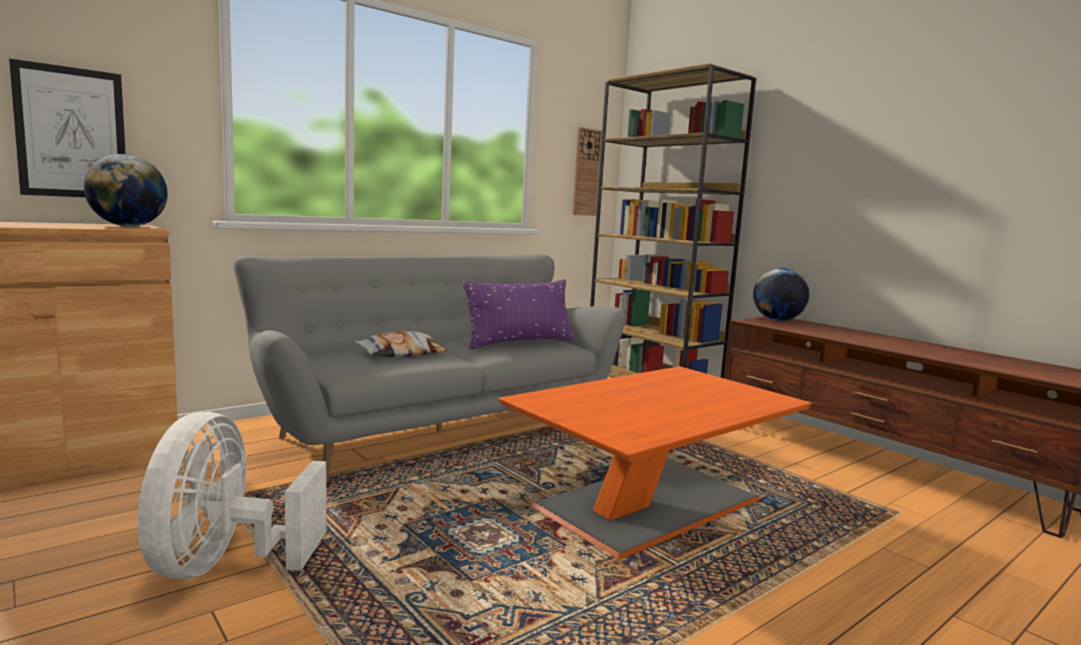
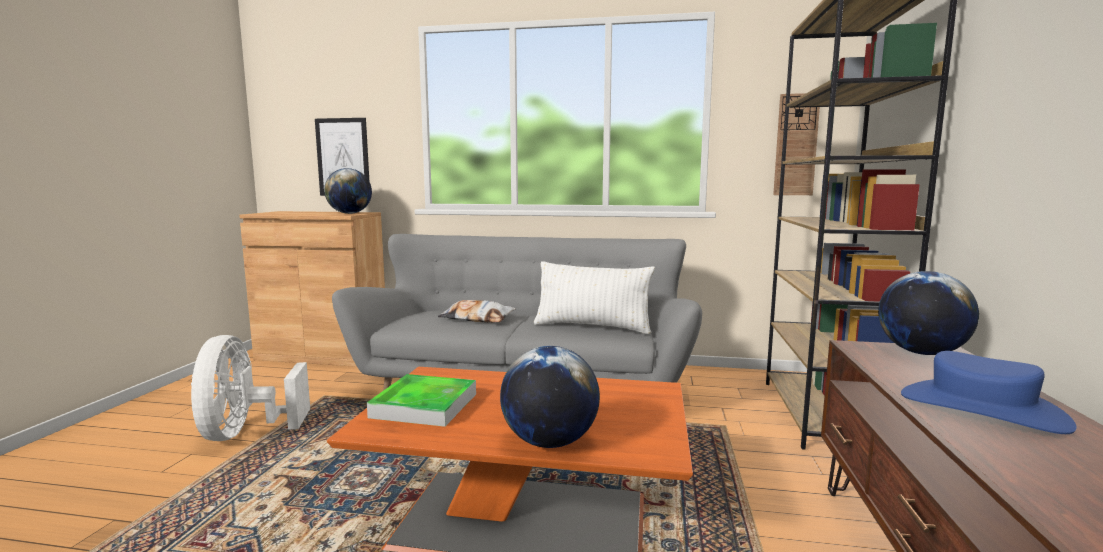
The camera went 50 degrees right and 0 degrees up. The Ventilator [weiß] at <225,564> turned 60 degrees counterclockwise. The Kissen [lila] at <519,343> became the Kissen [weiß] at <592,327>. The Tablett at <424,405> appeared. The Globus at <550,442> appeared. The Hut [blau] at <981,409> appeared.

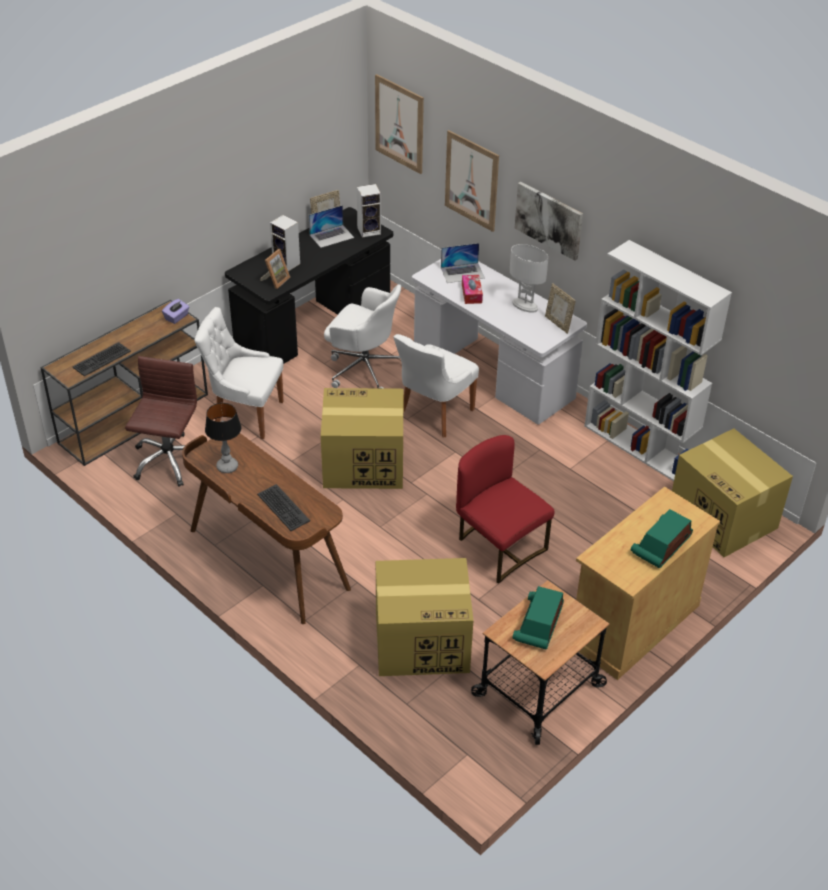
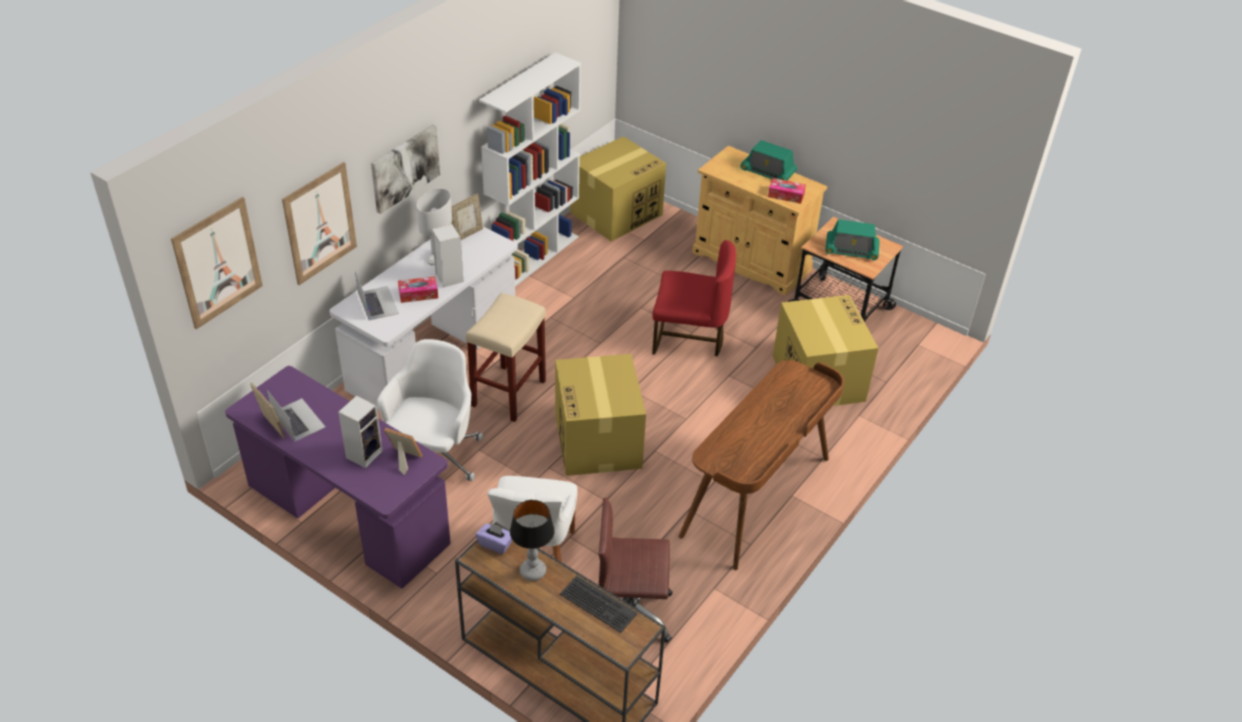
The camera went 100 degrees left and 0 degrees up. The Tischlampe moved from <227,466> to <532,572>. The Schreibtisch [schwarz] at <313,325> became the Schreibtisch [lila] at <348,516>. The Tastatur at <283,508> disappeared. The Lautsprecher moved from <369,230> to <448,277>. The Stuhl [weiß] at <433,414> was replaced by the Hocker [beige] at <508,394>. The Stuhl [rot] at <499,547> turned 120 degrees counterclockwise. The Taschentuchbox at <786,195> appeared.

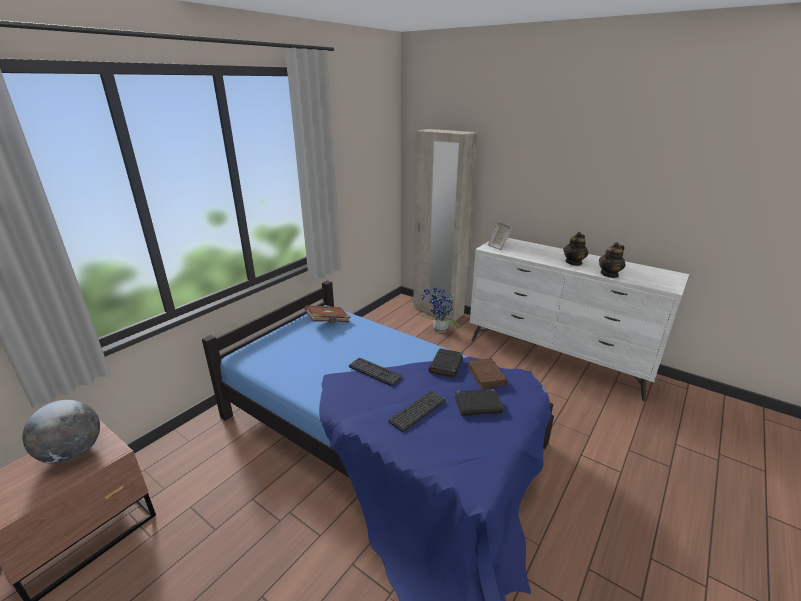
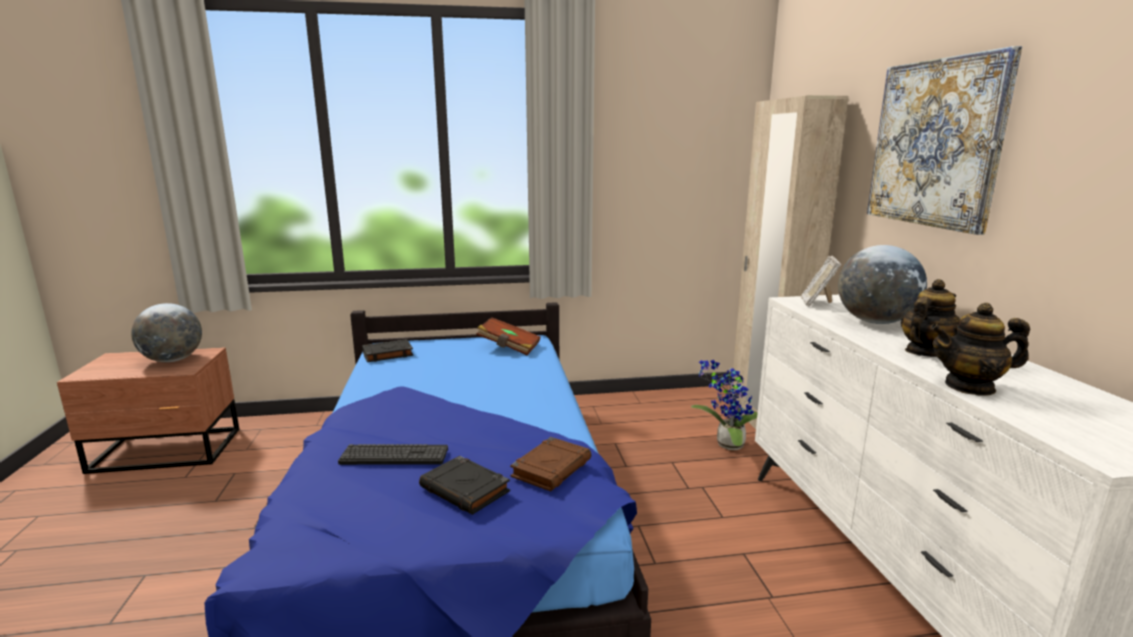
The camera went 45 degrees right and 10 degrees down. The Tastatur at <375,372> disappeared. The Buch [schwarz] moved from <446,365> to <387,354>. The Teekanne at <574,262> turned 150 degrees clockwise. The Globus at <875,322> appeared. The Bild at <936,143> appeared.

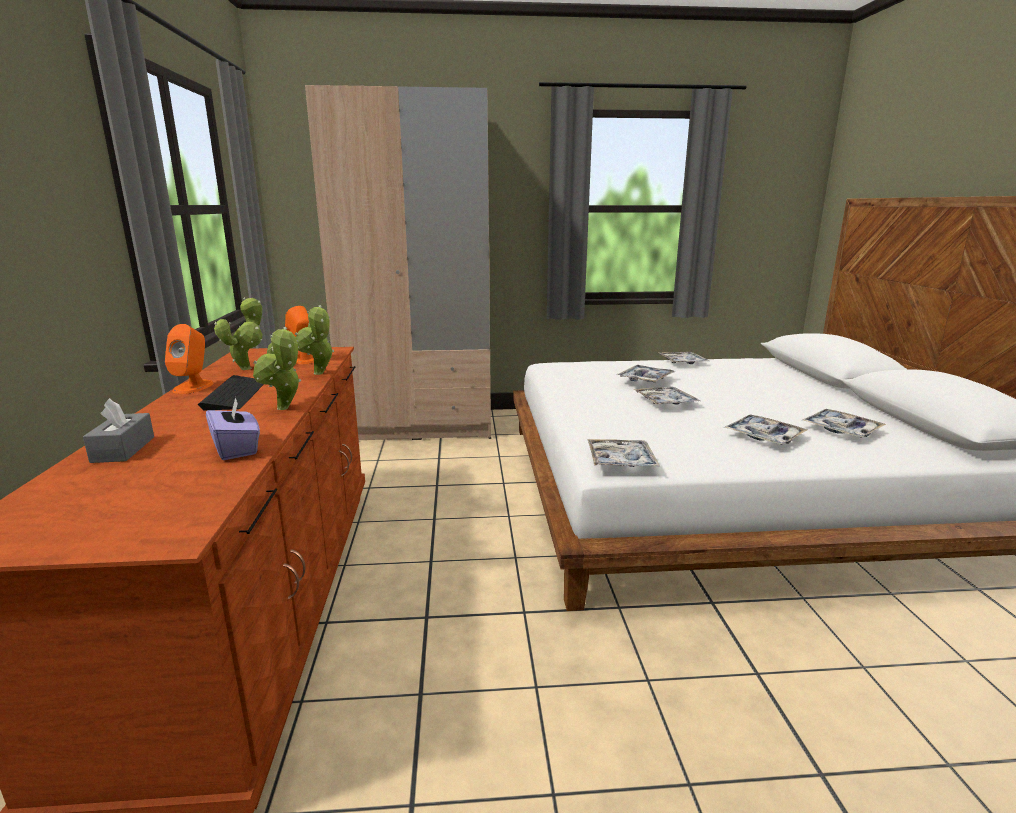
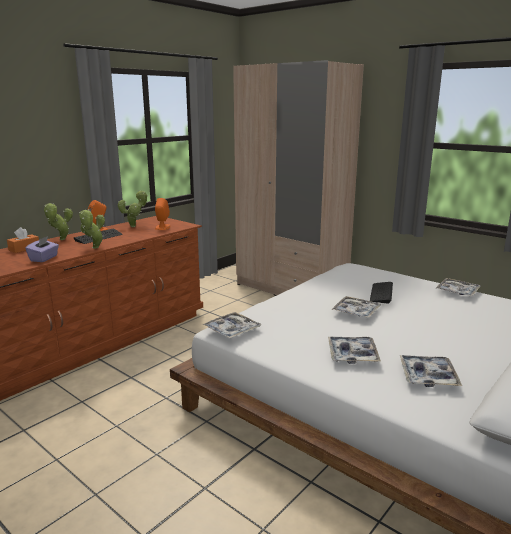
The camera went 45 degrees right and 0 degrees up. The Taschentuchbox [grau] at <123,449> became the Taschentuchbox [orange] at <24,248>. The Topfpflanze moved from <320,374> to <61,240>. The Tablett at <645,379> was replaced by the Tastatur at <381,293>.

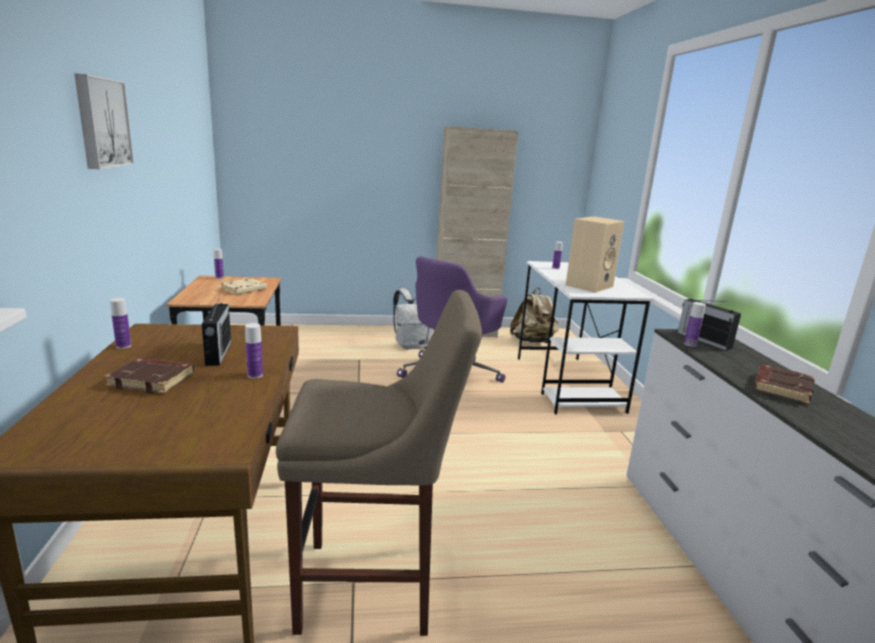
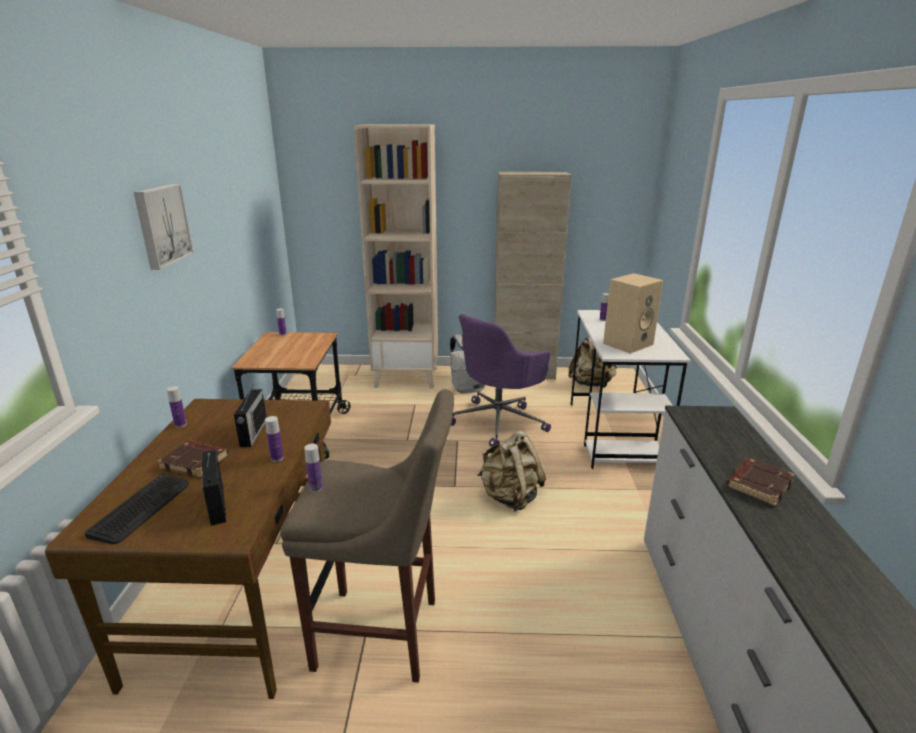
The camera went 10 degrees right and 5 degrees up. The Buch [beige] at <244,289> disappeared. The Radio moved from <703,340> to <217,503>. The Flasche moved from <690,344> to <316,488>. The Tastatur at <142,508> appeared. The Bücherregal [beige] at <407,377> appeared. The Rucksack [beige] at <510,497> appeared.

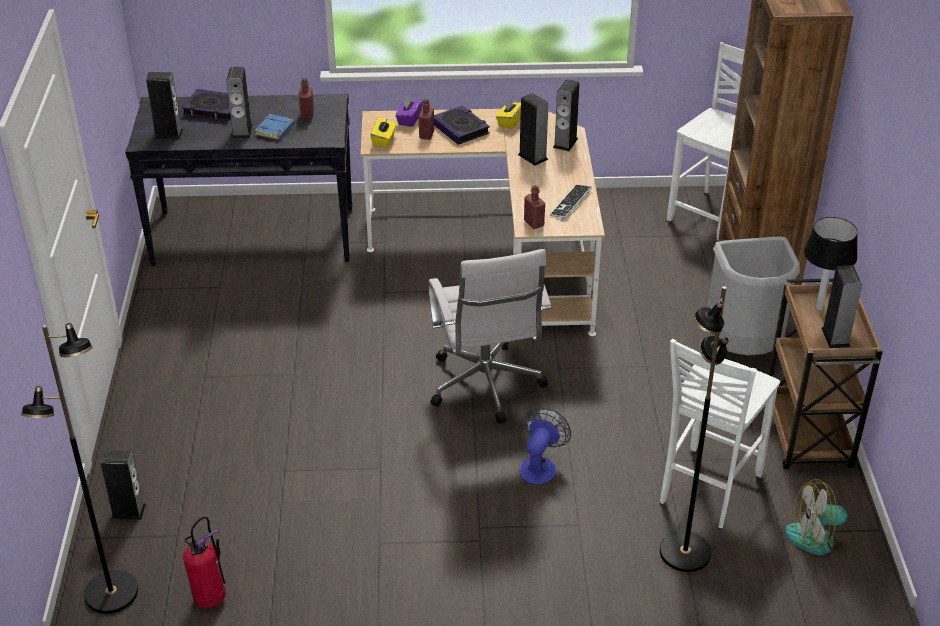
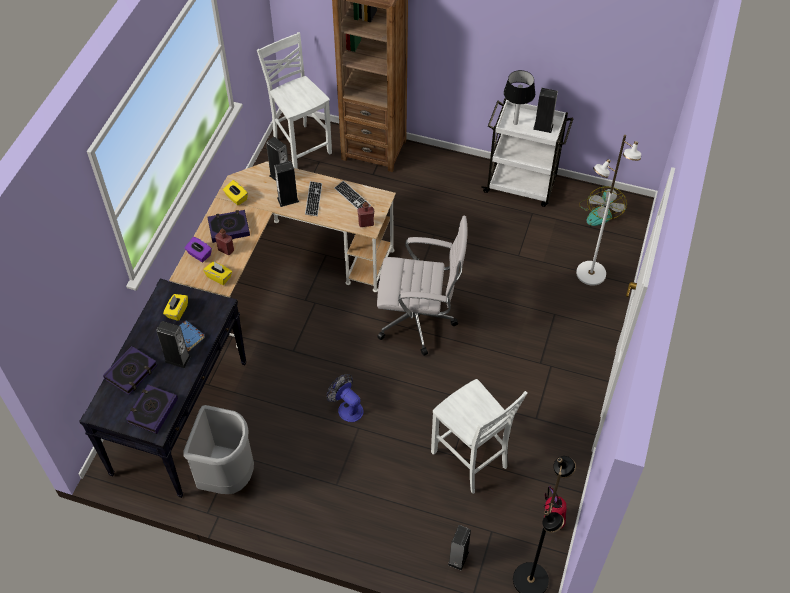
The camera went 70 degrees left and 15 degrees up. The Lautsprecher at <168,134> was replaced by the Buch at <152,410>. The Flasche [rot] at <307,115> was replaced by the Taschentuchbox [gelb] at <177,311>. The Ventilator moved from <540,465> to <347,408>. The Stehlampe [schwarz] at <683,552> became the Stehlampe [weiß] at <590,274>. The Stuhl [weiß] moved from <707,489> to <470,460>. The Mülleimer [grau] moved from <744,348> to <228,476>. The Rollwagen [braun] at <807,435> became the Rollwagen [weiß] at <521,185>. The Tastatur at <313,199> appeared.

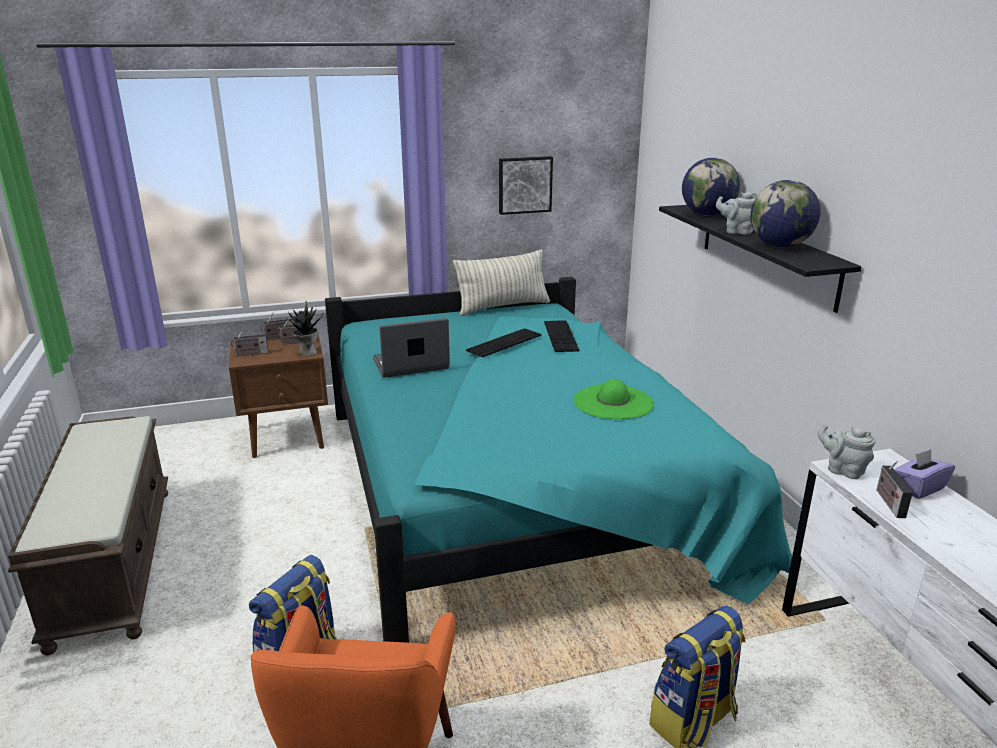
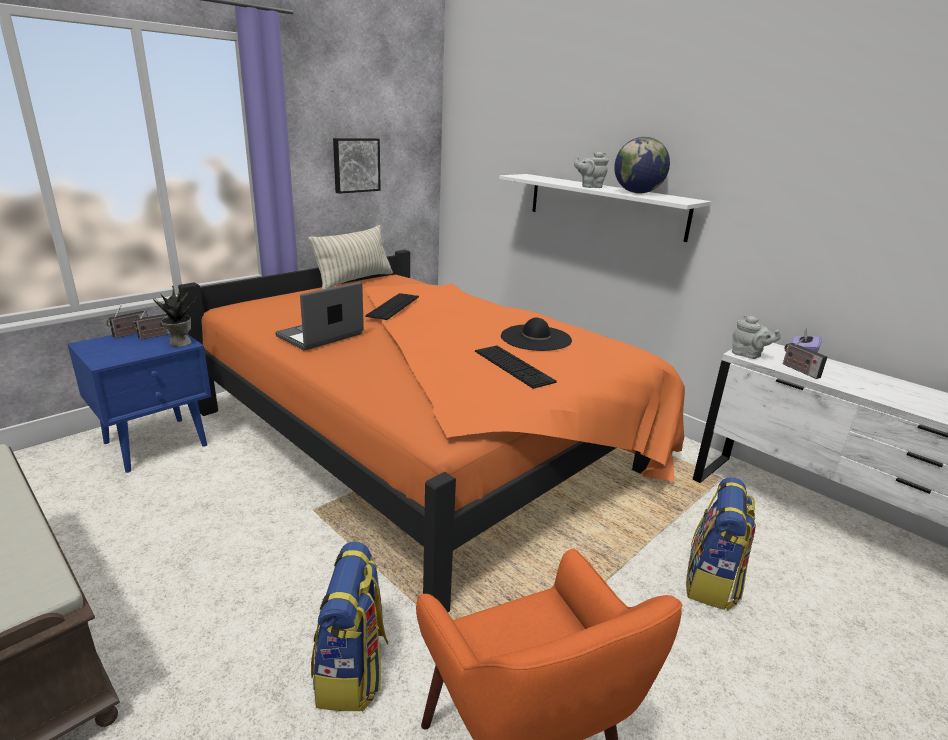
The camera went 30 degrees left and 0 degrees up. The Nachttisch [braun] at <288,438> became the Nachttisch [blau] at <157,443>. The Radio at <250,354> disappeared. The Bett [türkis] at <519,488> became the Bett [orange] at <431,439>. The Tastatur moved from <560,336> to <513,366>. The Hut [grün] at <613,402> became the Hut [schwarz] at <536,338>. The Wandregal [schwarz] at <766,253> became the Wandregal [weiß] at <605,205>. The Globus at <707,215> disappeared. The Teekanne [grau] at <842,470> turned 150 degrees counterclockwise.

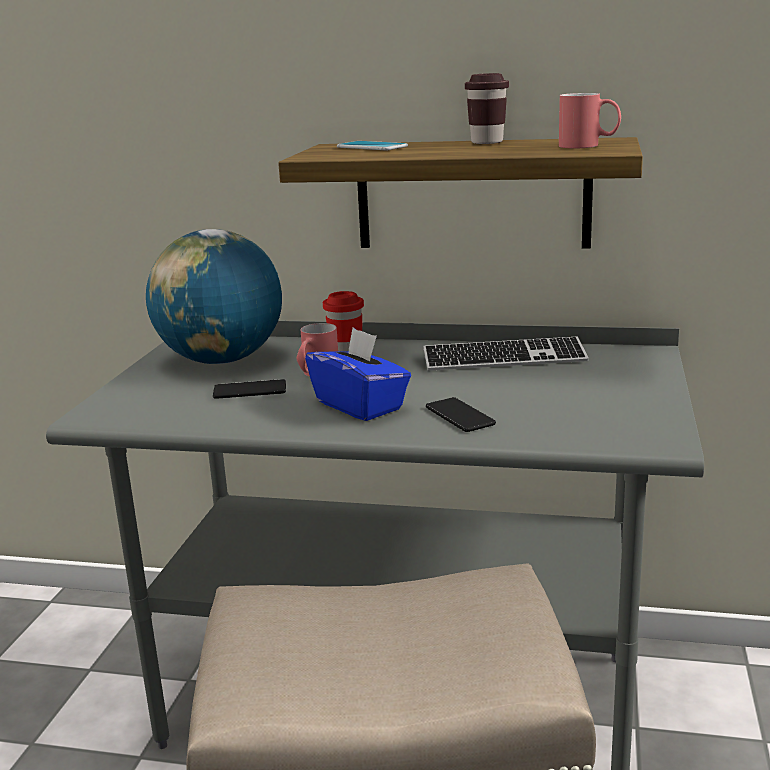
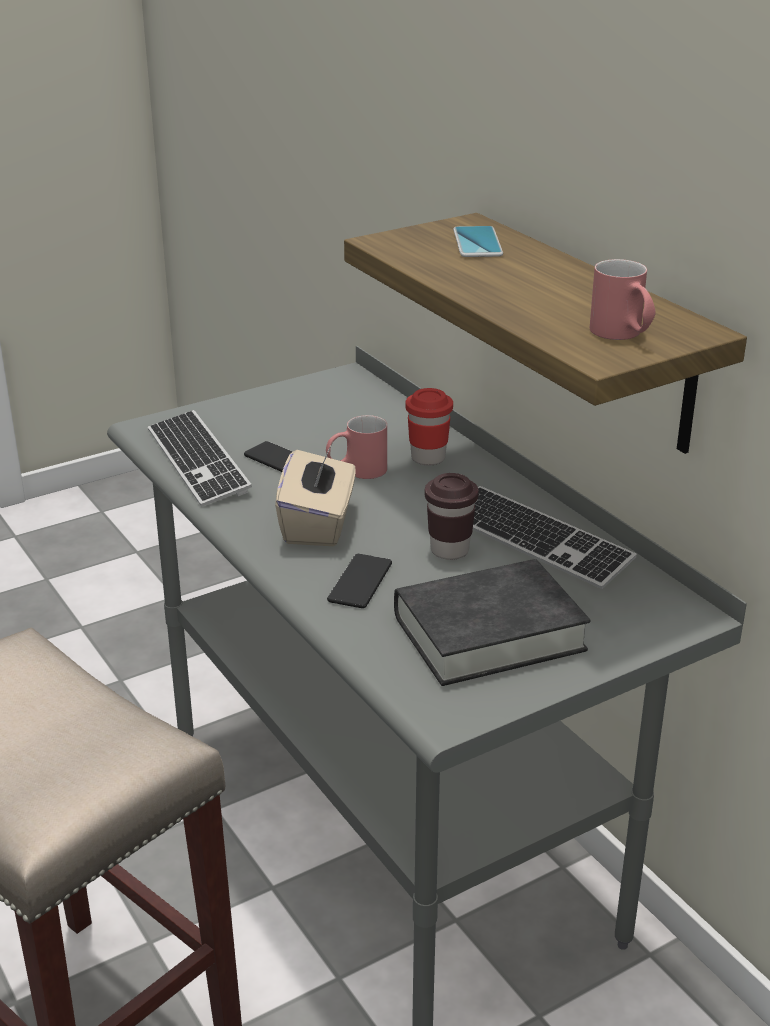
The camera went 45 degrees right and 10 degrees up. The Globus at <221,360> disappeared. The Taschentuchbox [blau] at <360,405> became the Taschentuchbox [beige] at <318,525>. The Tasse [braun] moved from <487,142> to <449,550>. The Tastatur at <197,461> appeared. The Buch [schwarz] at <488,633> appeared.

